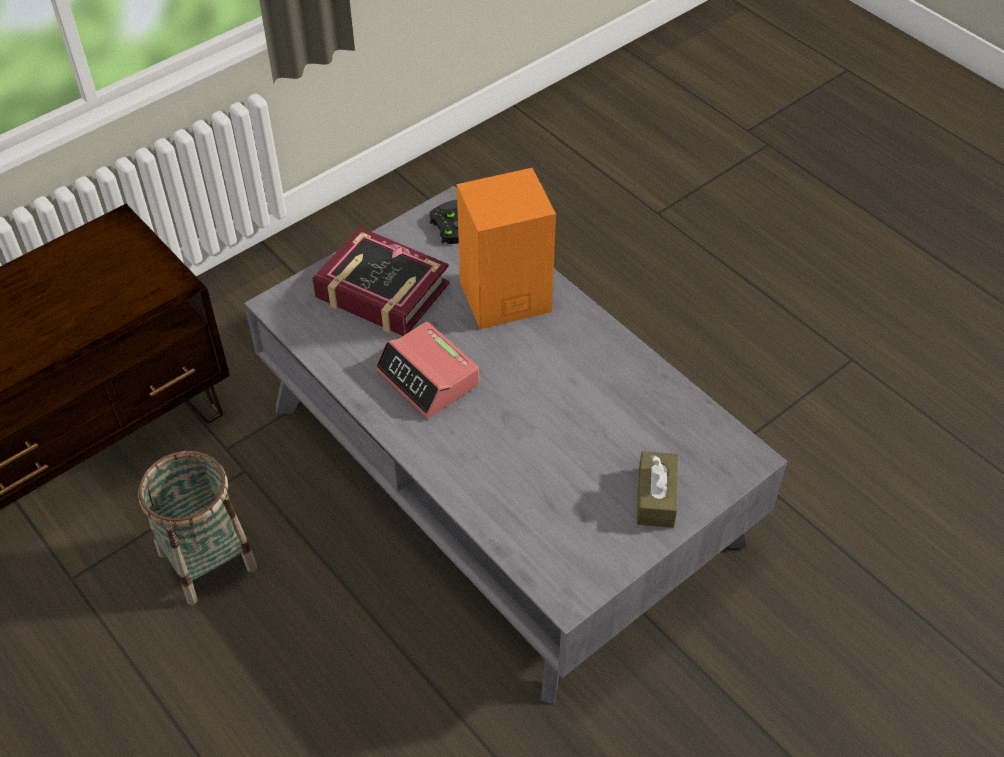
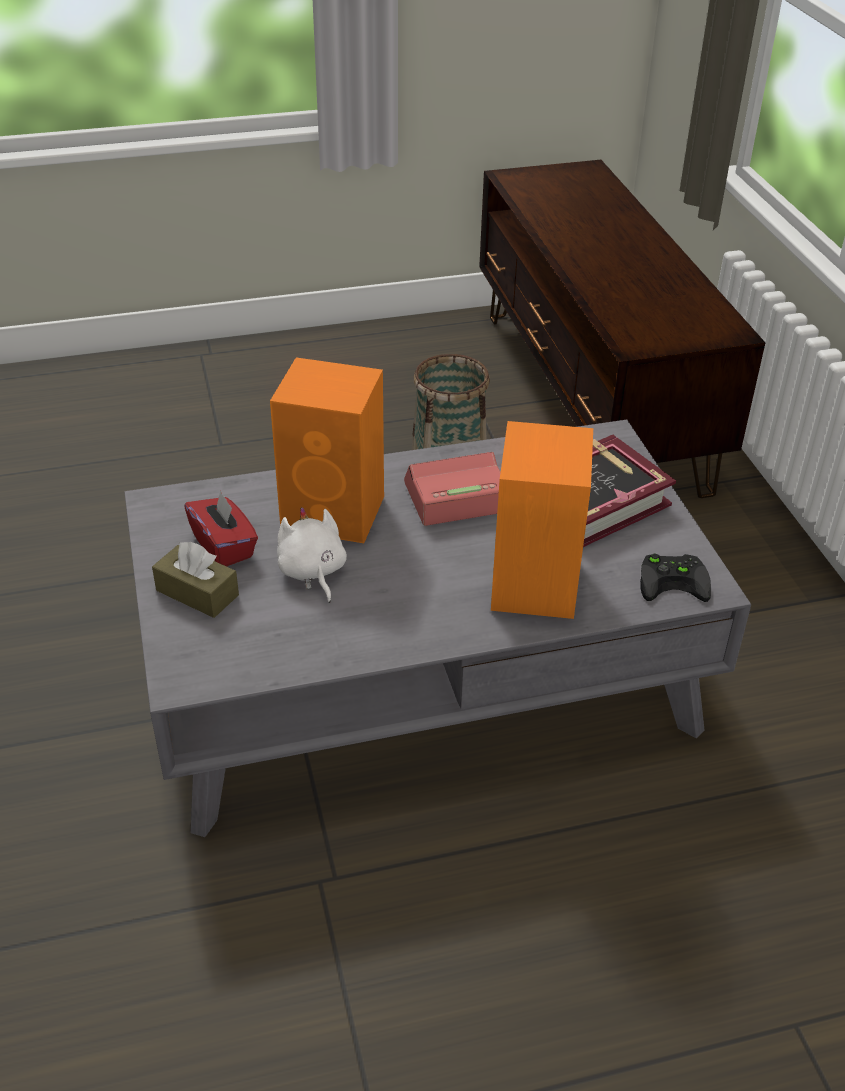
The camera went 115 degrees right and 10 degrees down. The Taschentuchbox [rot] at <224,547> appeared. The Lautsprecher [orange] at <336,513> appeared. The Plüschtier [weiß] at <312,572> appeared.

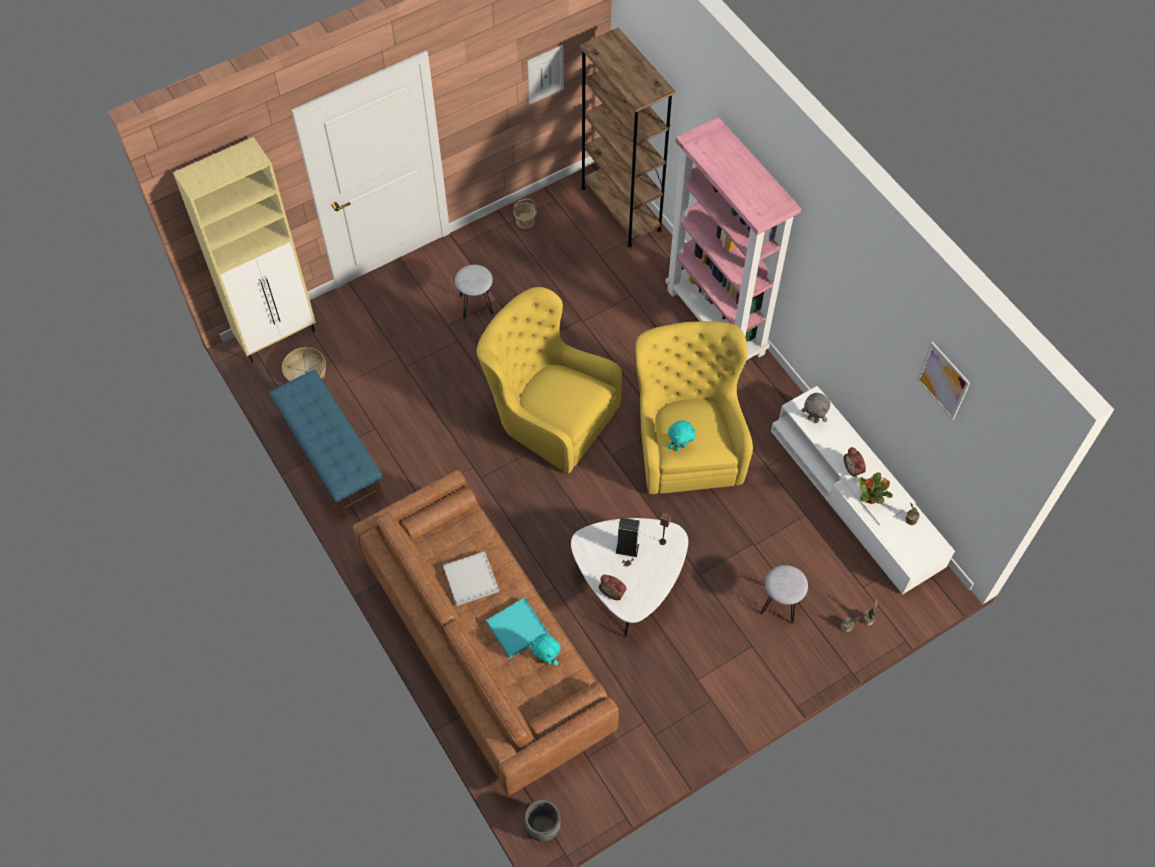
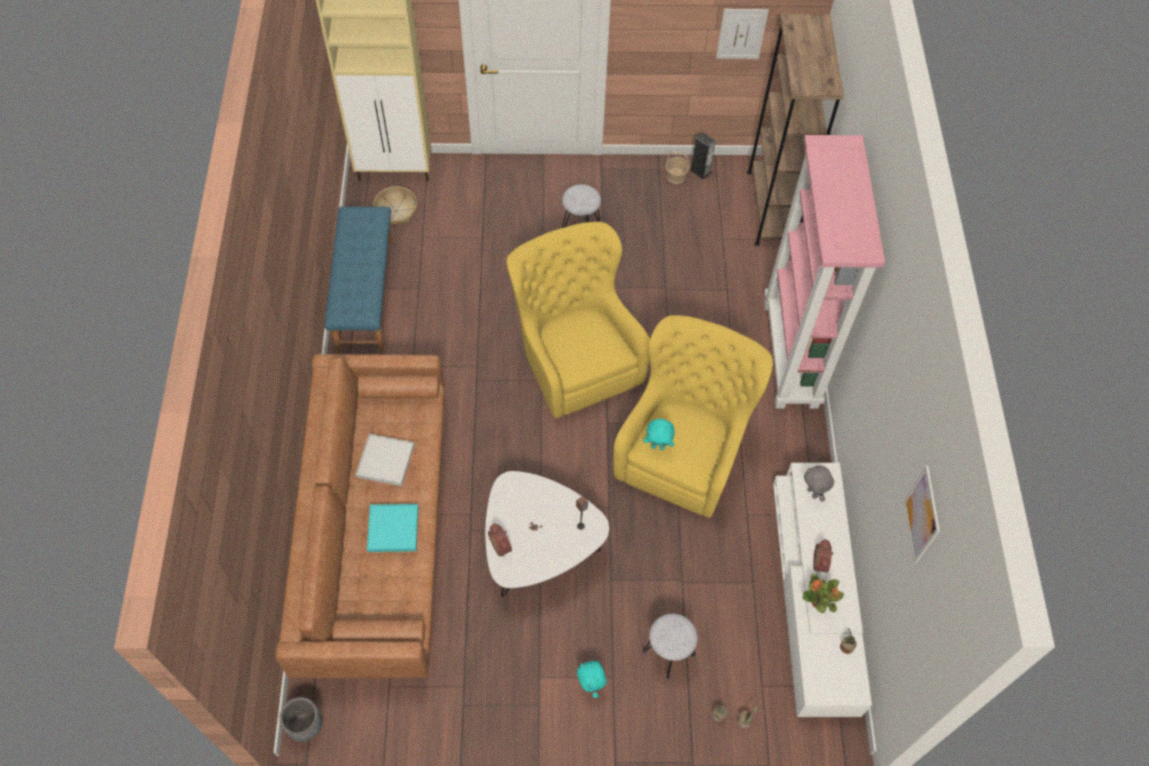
The camera went 30 degrees right and 0 degrees up. The Plüschtier [türkis] moved from <546,659> to <591,685>. The Lautsprecher moved from <627,548> to <700,171>.

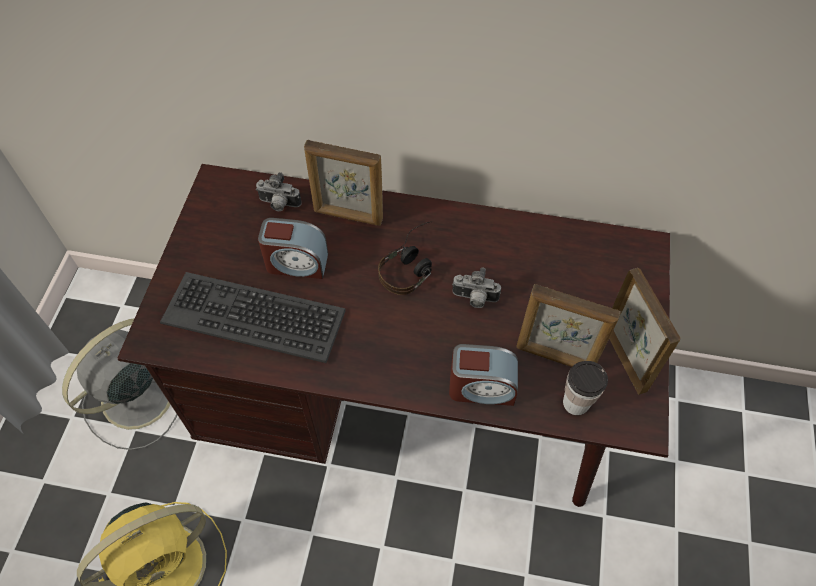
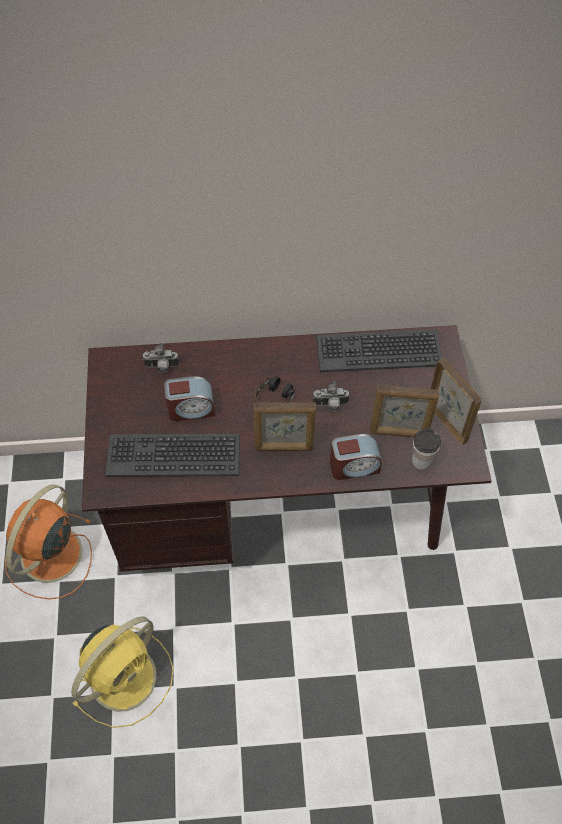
The camera went 15 degrees left and 0 degrees up. The Ventilator [grau] at <135,398> became the Ventilator [orange] at <49,556>. The Bilderrahmen moved from <348,216> to <284,447>. The Tastatur at <379,350> appeared.

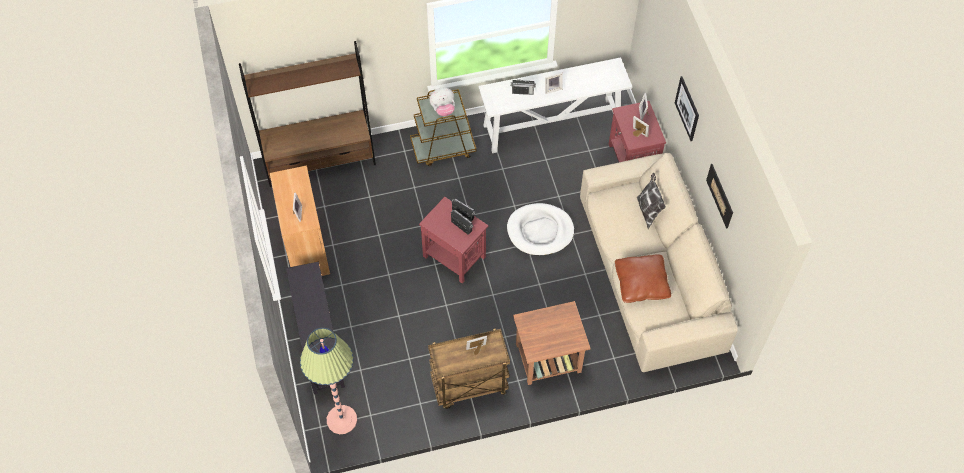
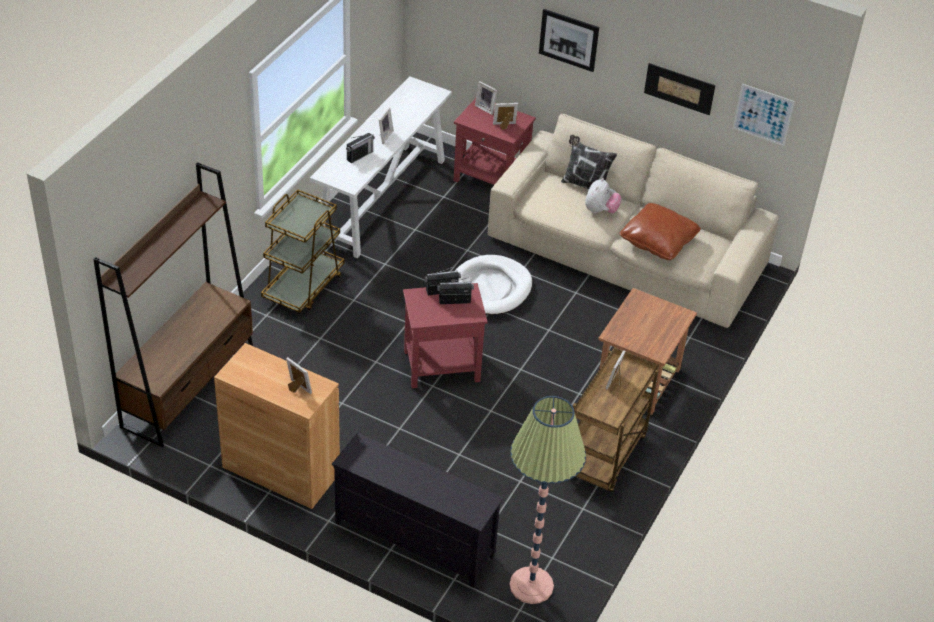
The camera went 50 degrees left and 15 degrees down. The Plüschtier moved from <443,109> to <600,211>. The Bild at <763,114> appeared.

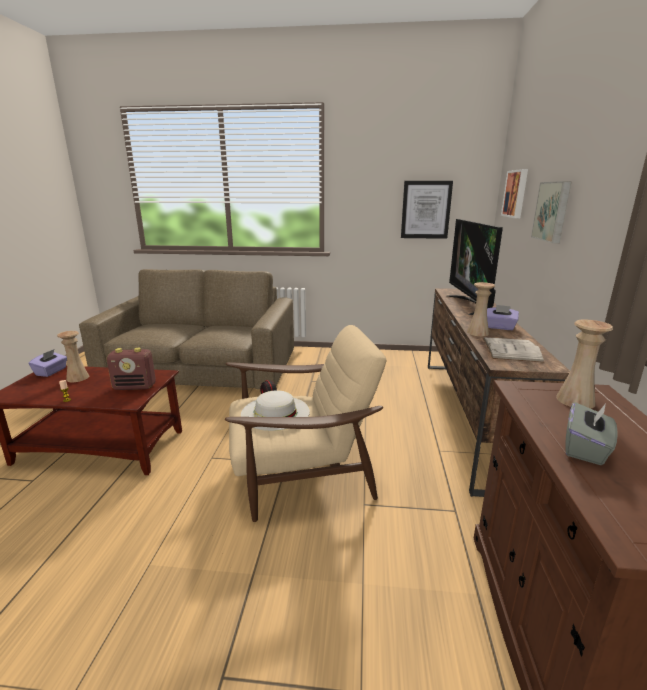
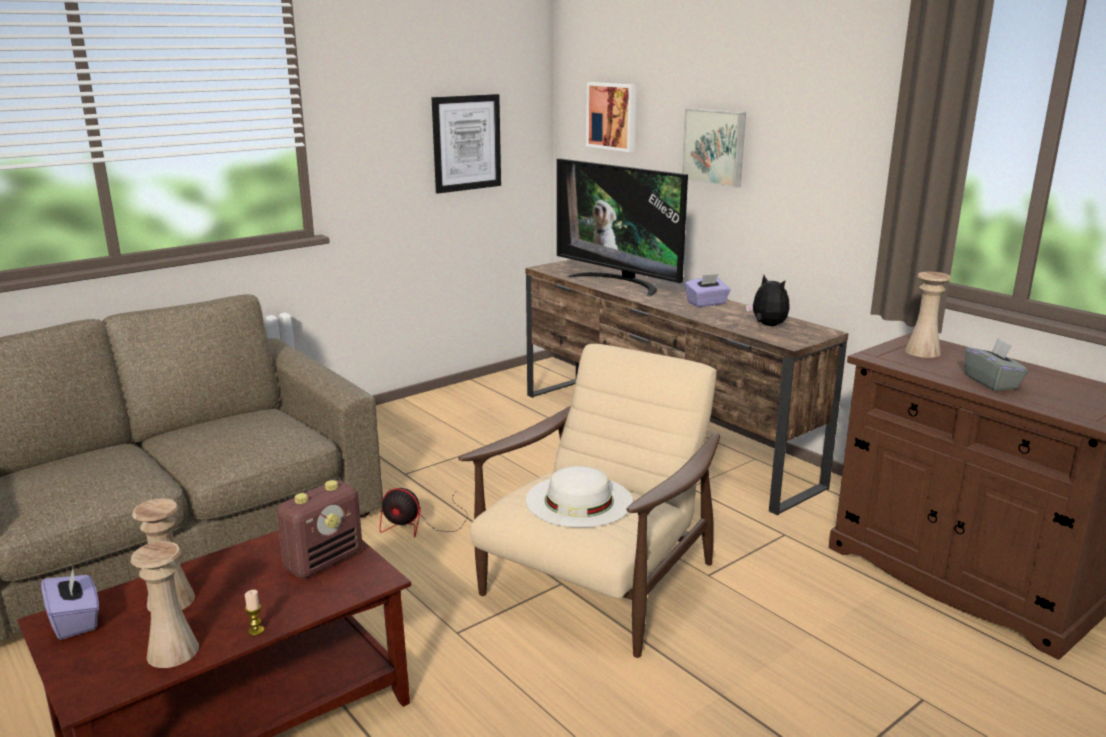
The camera went 45 degrees left and 0 degrees up. The Vase [beige] moved from <477,332> to <173,651>. The Buch [weiß] at <511,350> was replaced by the Plüschtier at <767,325>.

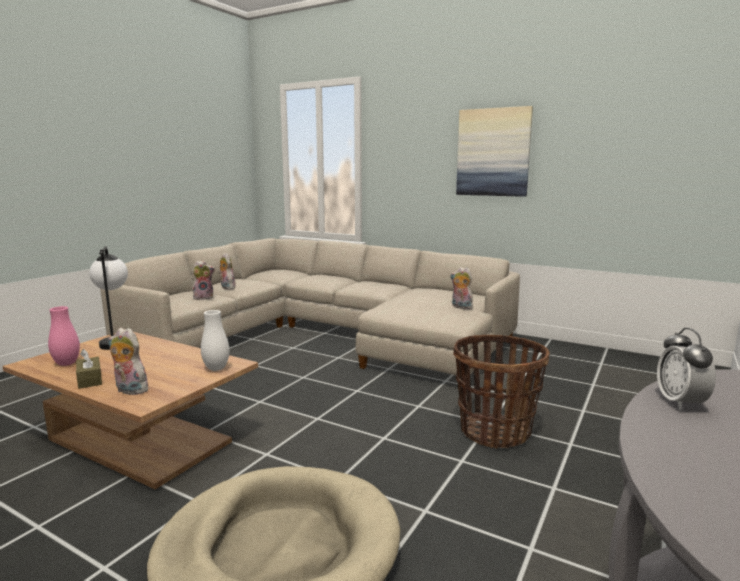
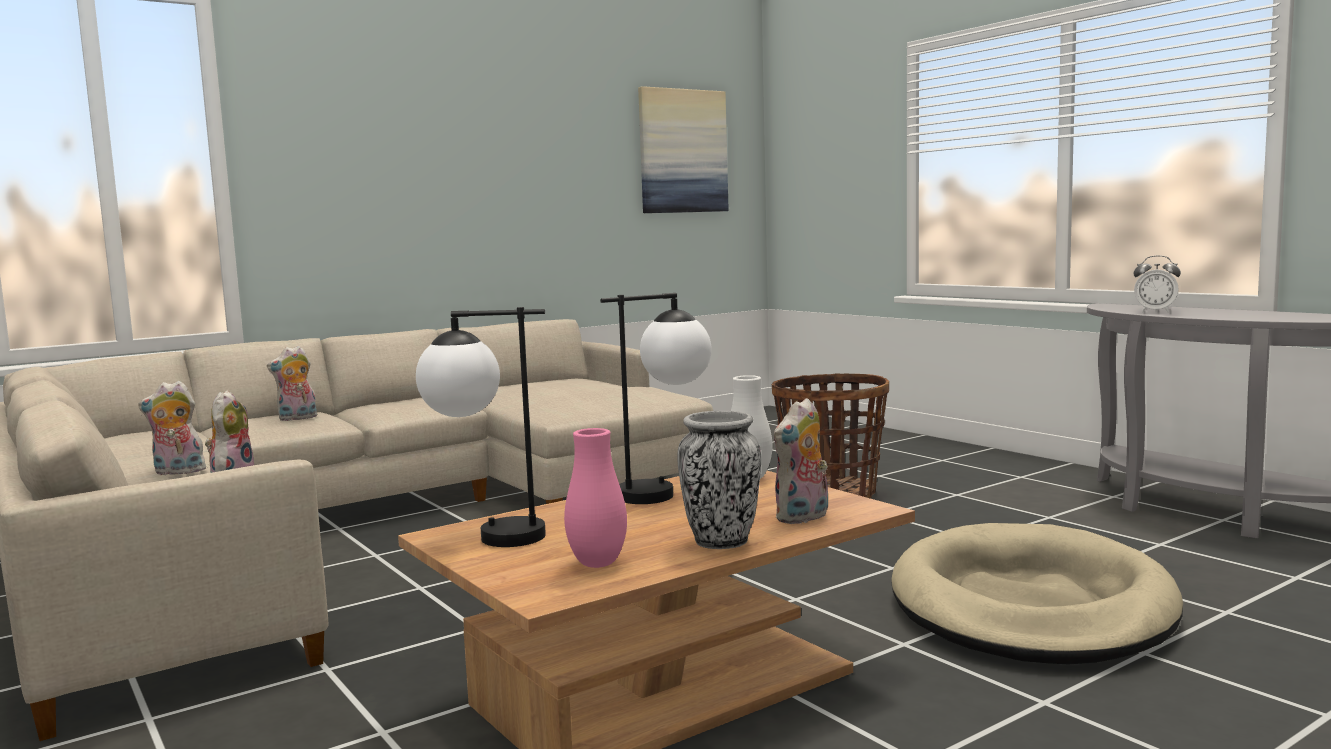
The camera went 65 degrees left and 5 degrees down. The Taschentuchbox [braun] at <90,379> was replaced by the Vase at <721,542>. The Plüschtier moved from <460,307> to <297,418>. The Bild moved from <493,152> to <682,151>. The Tischlampe at <666,492> appeared.

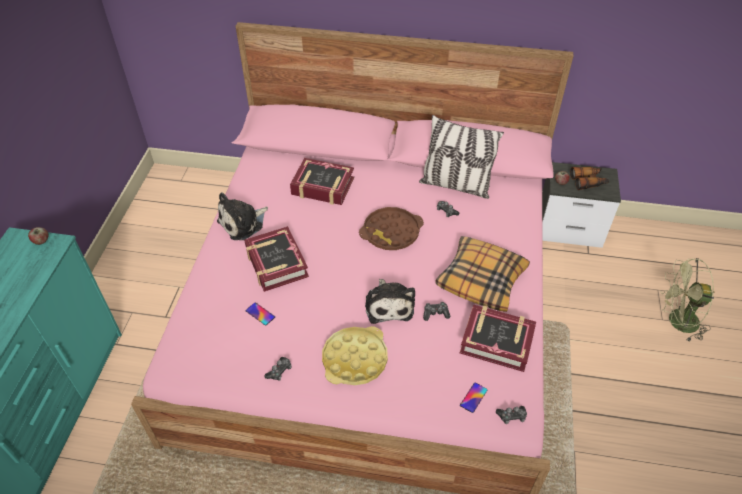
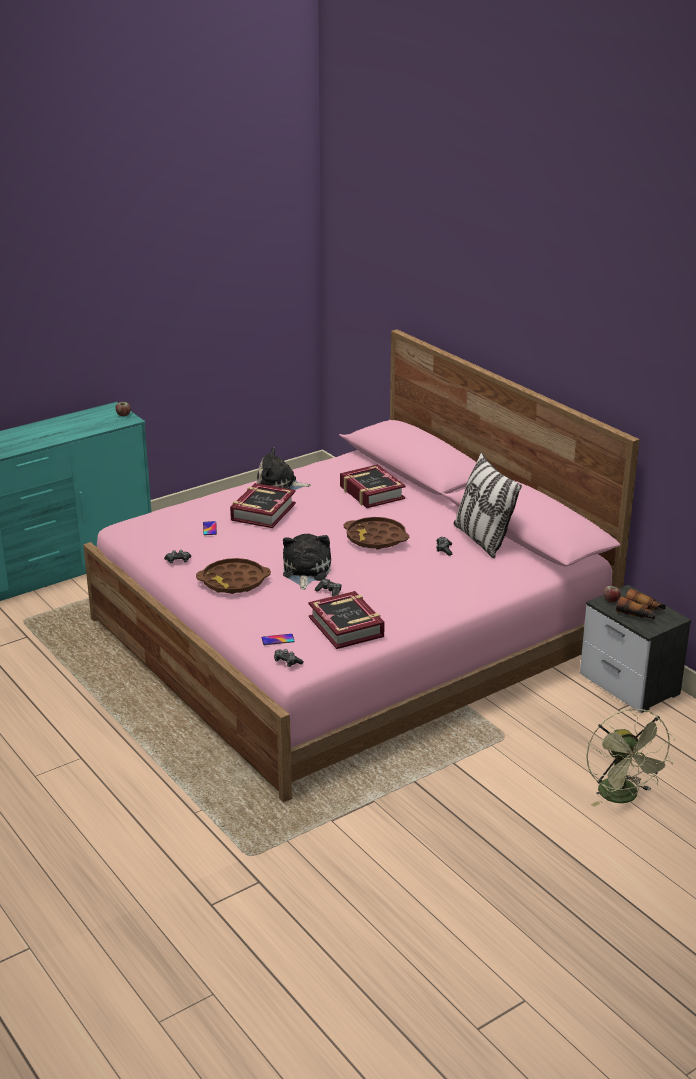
The camera went 45 degrees right and 20 degrees down. The Tablett [gelb] at <355,359> became the Tablett [braun] at <233,581>. The Plüschtier at <389,305> turned 150 degrees clockwise. The Kissen at <481,279> disappeared. The Ventilator [grün] at <676,322> turned 150 degrees counterclockwise.

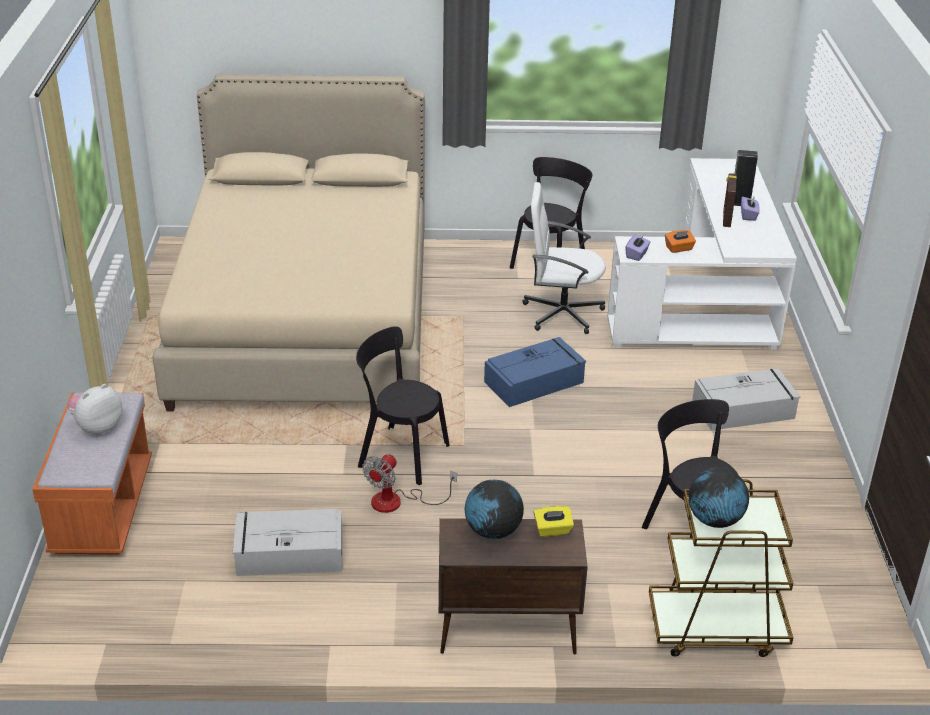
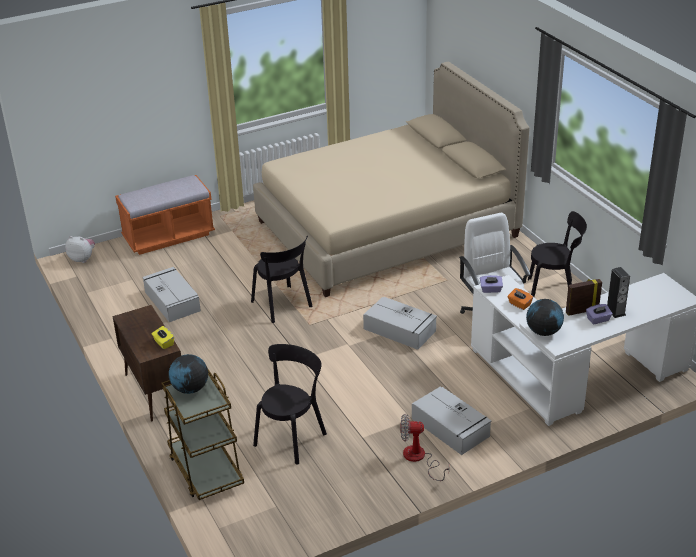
The camera went 65 degrees right and 0 degrees up. The Plüschtier moved from <97,427> to <82,259>. The Stuhl [schwarz] at <400,454> turned 150 degrees clockwise. The Ventilator moved from <397,501> to <419,458>. The Globus moved from <492,531> to <543,332>. The Aufbewahrungsbox [blau] at <535,381> became the Aufbewahrungsbox [grau] at <400,330>.

